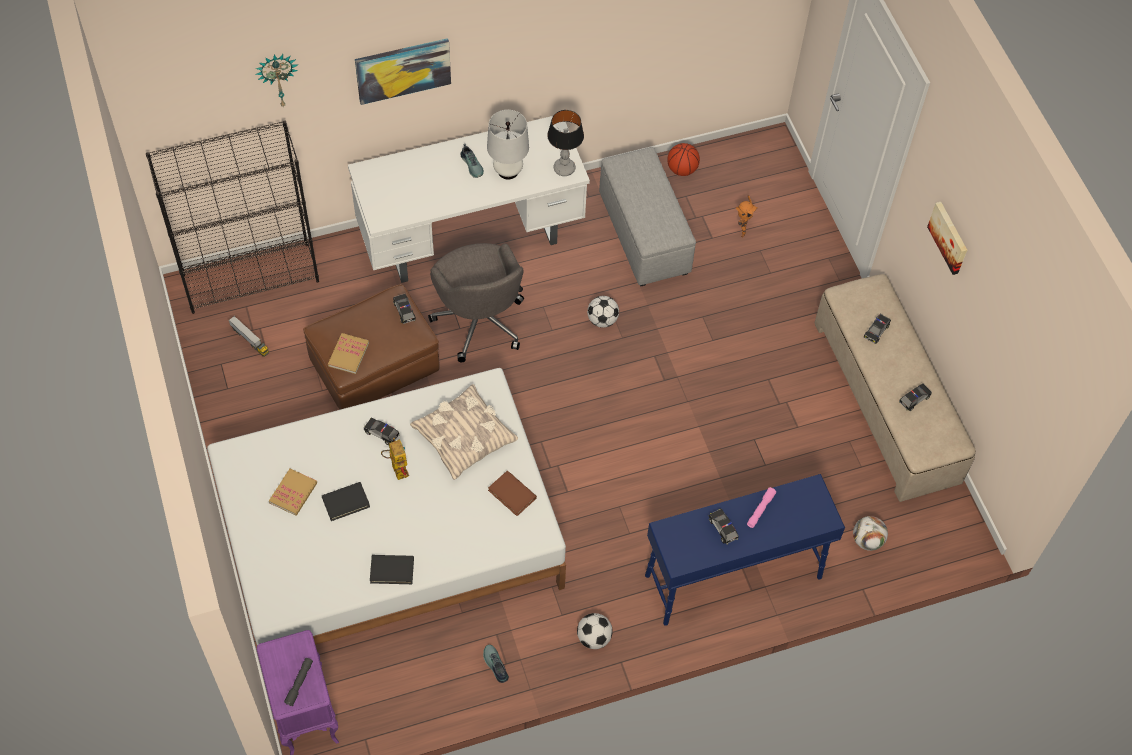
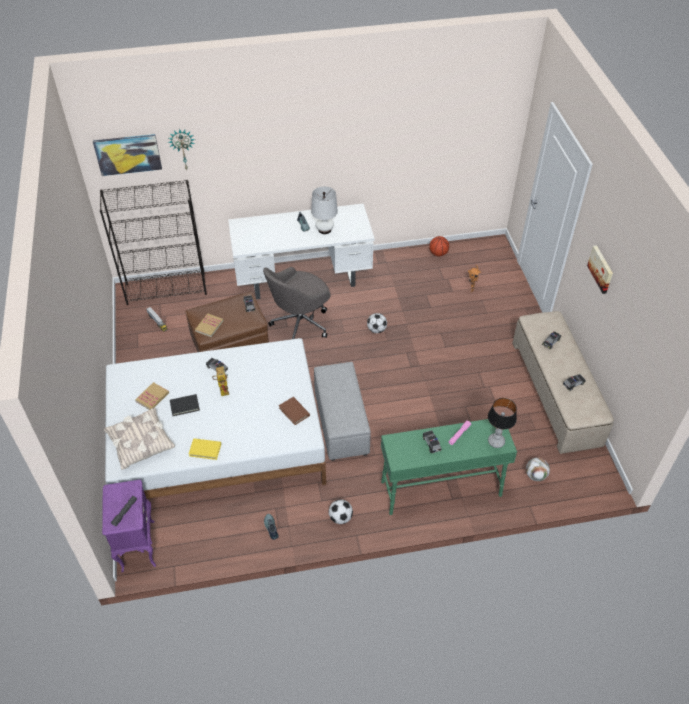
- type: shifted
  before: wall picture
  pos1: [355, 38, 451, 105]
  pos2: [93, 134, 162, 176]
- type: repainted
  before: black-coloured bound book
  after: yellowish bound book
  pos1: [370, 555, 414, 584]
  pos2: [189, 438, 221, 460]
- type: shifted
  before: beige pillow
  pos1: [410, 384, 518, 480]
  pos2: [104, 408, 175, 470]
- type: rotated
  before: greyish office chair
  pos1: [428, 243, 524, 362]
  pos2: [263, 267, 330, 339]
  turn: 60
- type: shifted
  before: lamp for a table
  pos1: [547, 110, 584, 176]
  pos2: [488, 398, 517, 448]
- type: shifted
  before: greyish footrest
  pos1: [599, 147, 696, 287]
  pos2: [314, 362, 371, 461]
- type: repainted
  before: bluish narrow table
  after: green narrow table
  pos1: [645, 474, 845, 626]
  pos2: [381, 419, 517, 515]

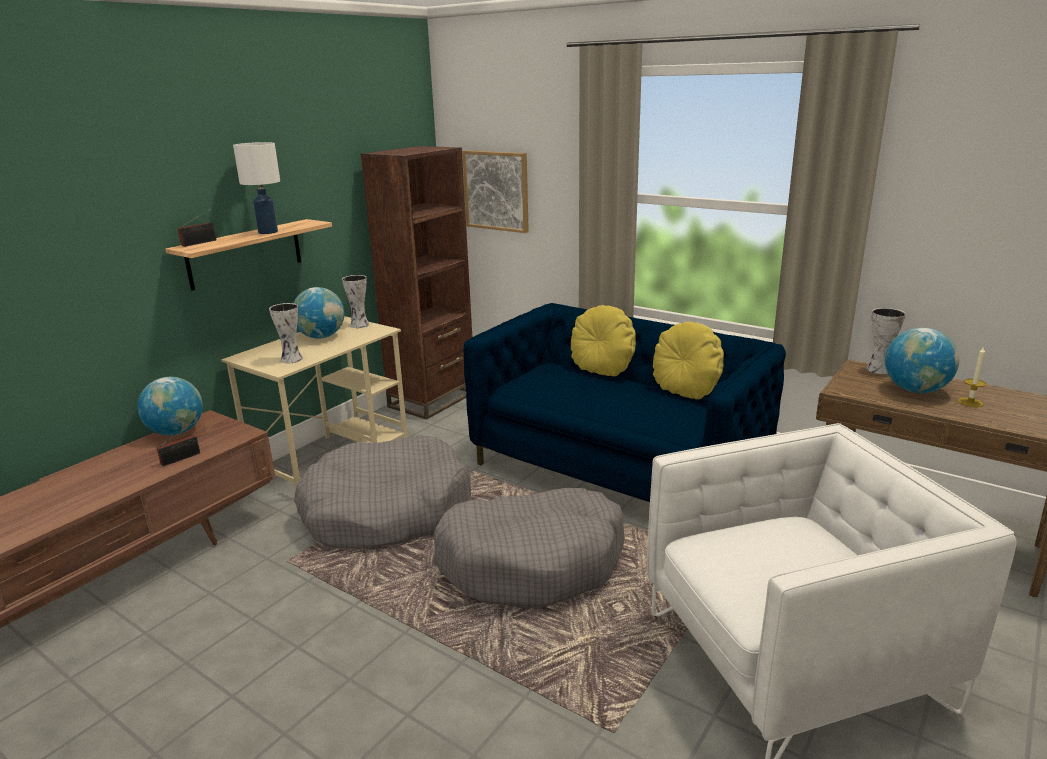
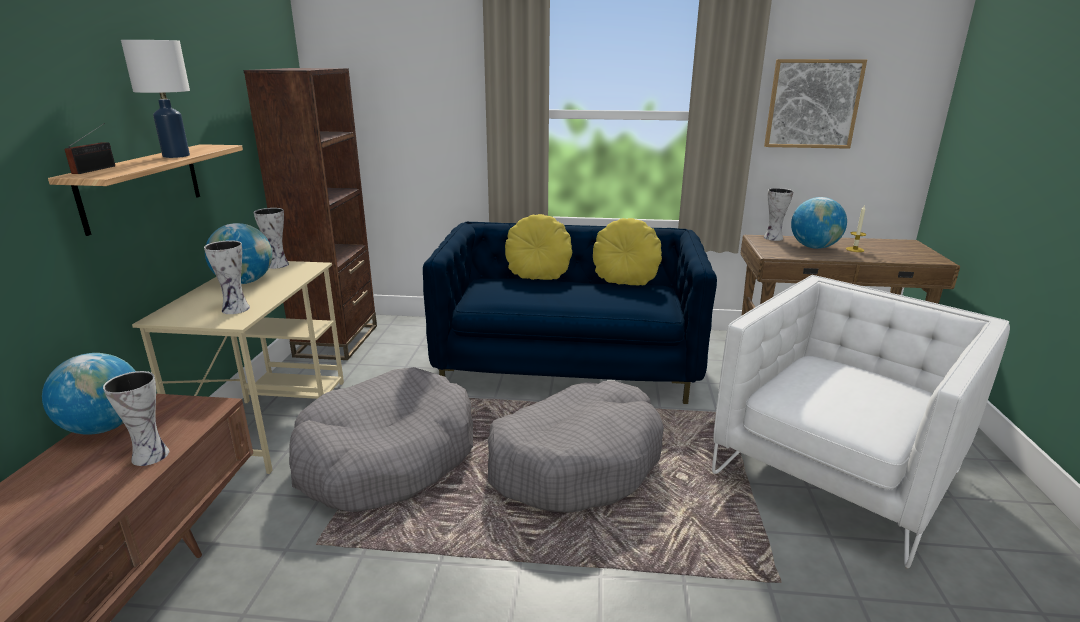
- type: swapped
  before: radio
  after: decorative vase
  pos1: [157, 421, 200, 466]
  pos2: [103, 371, 169, 466]
- type: shifted
  before: wall picture
  pos1: [462, 150, 529, 233]
  pos2: [764, 59, 867, 149]

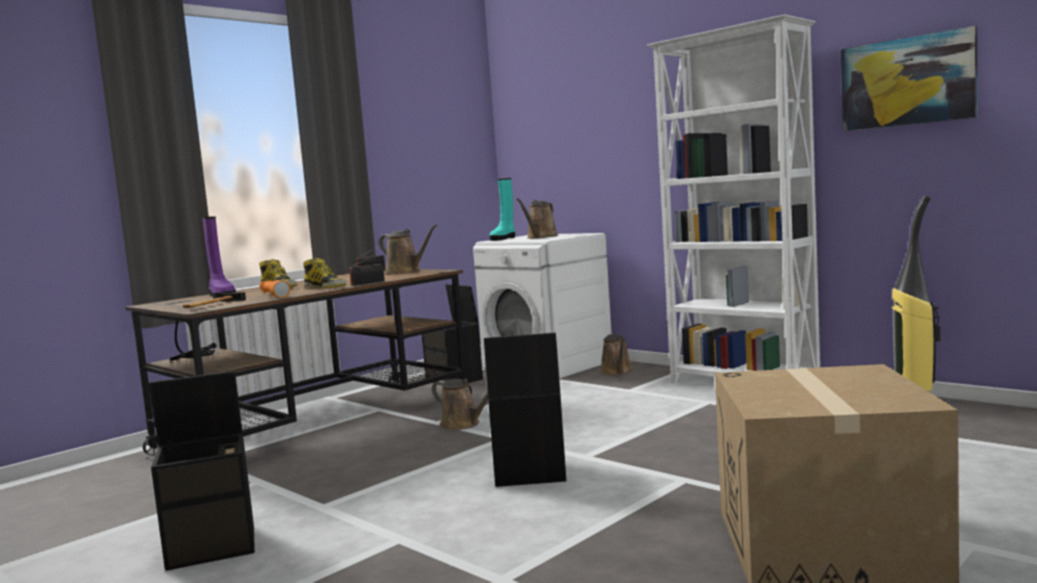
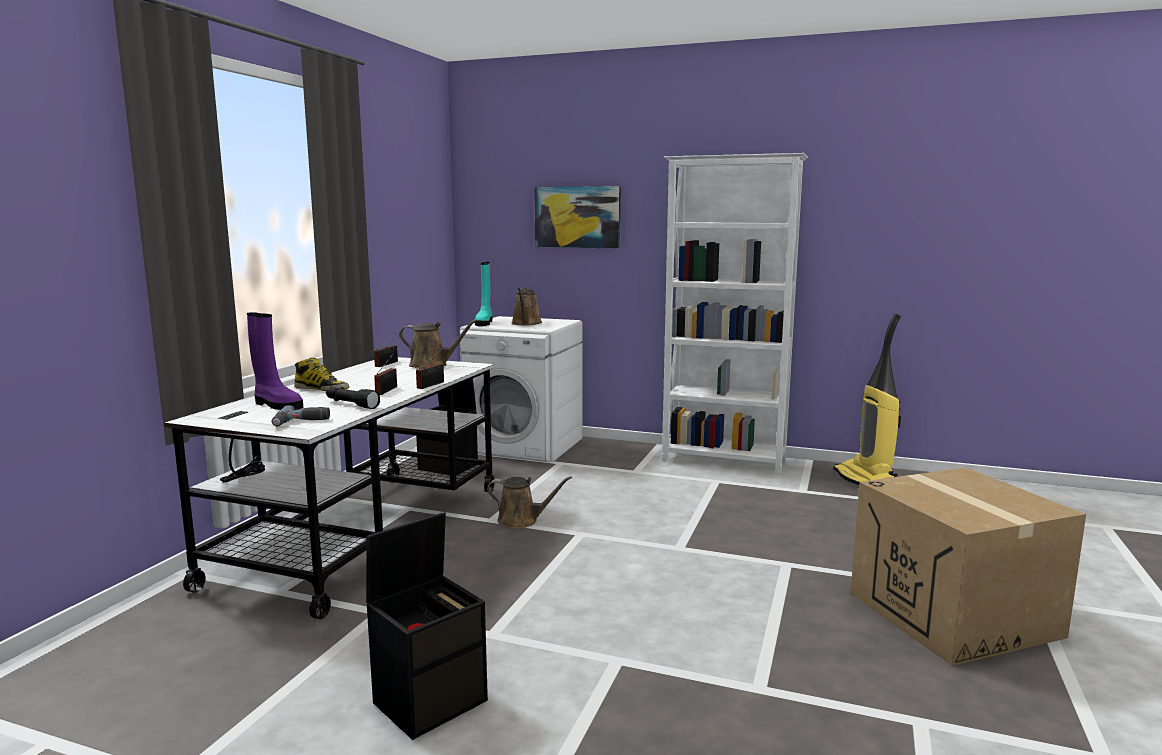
- type: repainted
  before: brownish desk
  after: whitish desk
  pos1: [125, 268, 472, 456]
  pos2: [164, 357, 494, 619]
- type: swapped
  before: tool hammer
  after: drill
  pos1: [182, 292, 246, 308]
  pos2: [272, 405, 330, 426]
- type: repainted
  before: orangey flashlight
  after: black-coloured flashlight
  pos1: [260, 280, 290, 298]
  pos2: [326, 387, 380, 409]
- type: swapped
  before: boot
  after: radio
  pos1: [303, 258, 347, 288]
  pos2: [374, 353, 397, 395]
- type: gone
  before: black-coloured storage bin
  pos1: [484, 333, 566, 487]
- type: gone
  before: brownish sprinkling can
  pos1: [600, 334, 633, 375]
- type: shifted
  before: wall picture
  pos1: [841, 26, 978, 131]
  pos2: [534, 186, 621, 248]

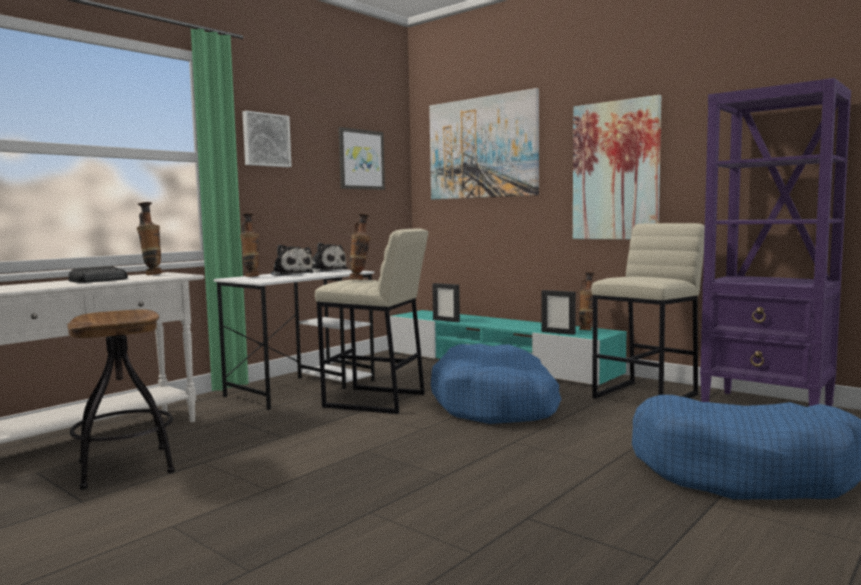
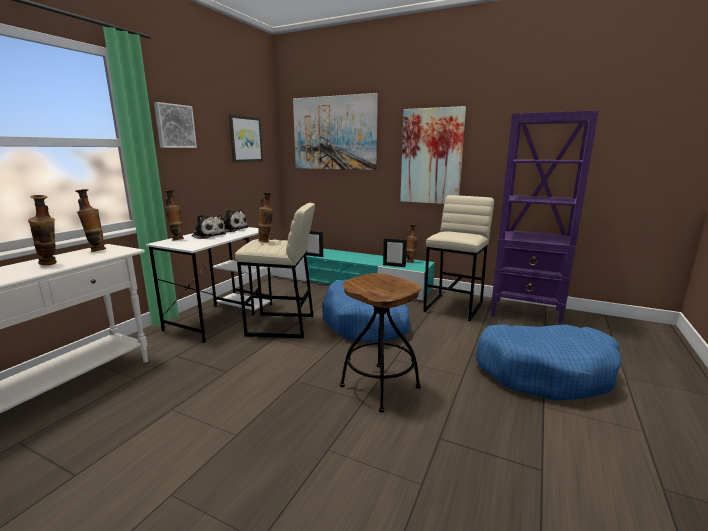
- type: shifted
  before: brownish stool
  pos1: [67, 309, 175, 489]
  pos2: [340, 273, 422, 413]
- type: swapped
  before: radio
  after: decorative vase
  pos1: [69, 266, 128, 283]
  pos2: [28, 195, 57, 265]

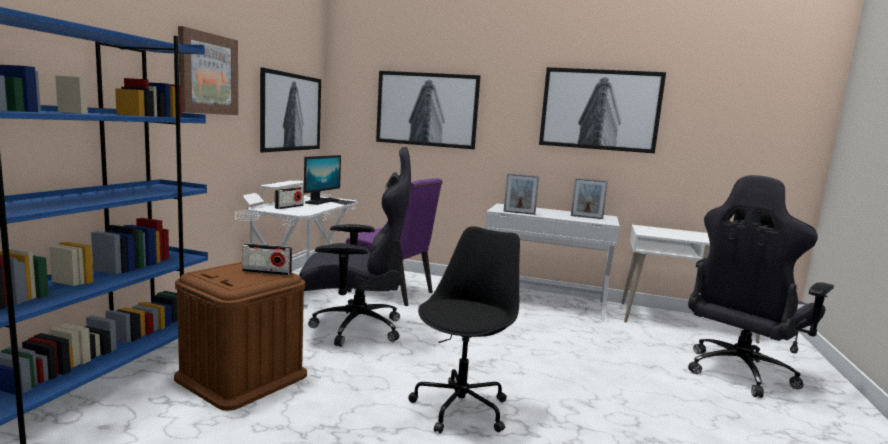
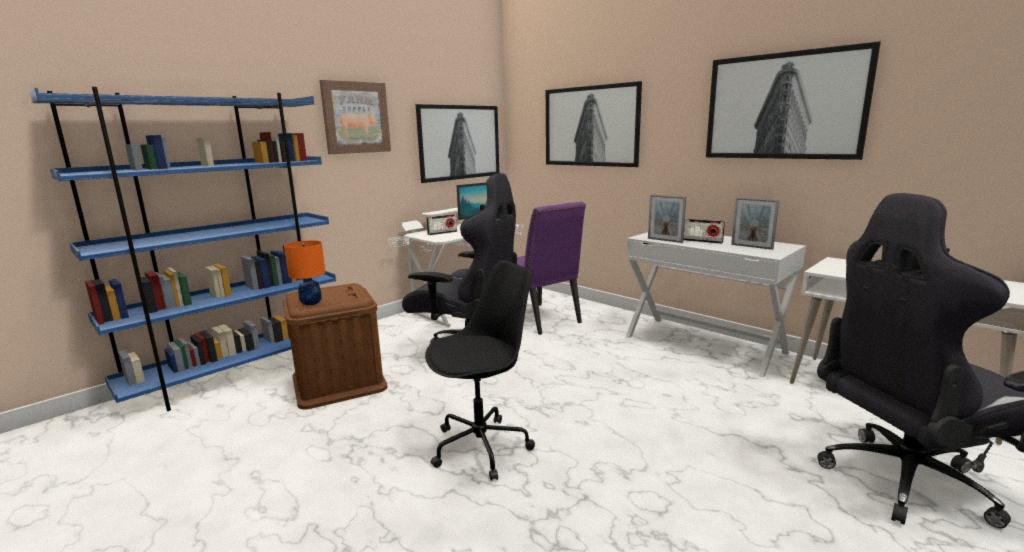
- type: shifted
  before: radio
  pos1: [242, 243, 292, 275]
  pos2: [683, 219, 725, 244]
- type: new
  after: orangey lamp for a table
  pos2: [284, 240, 325, 305]

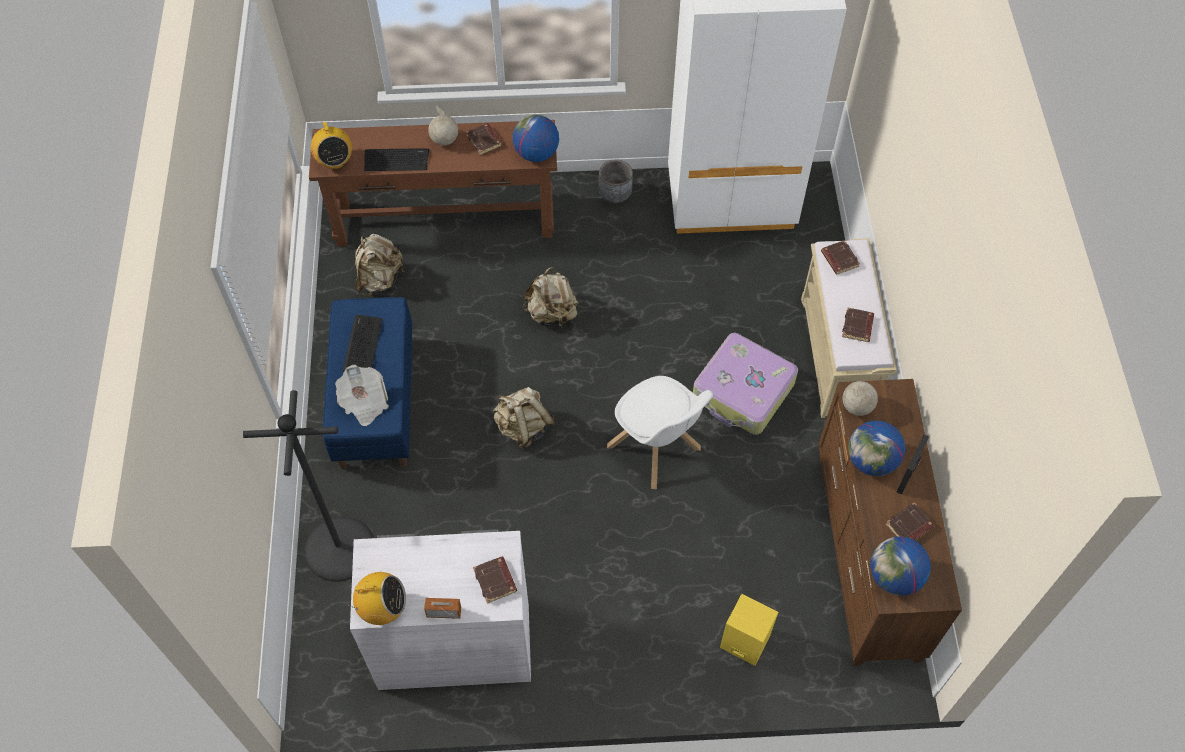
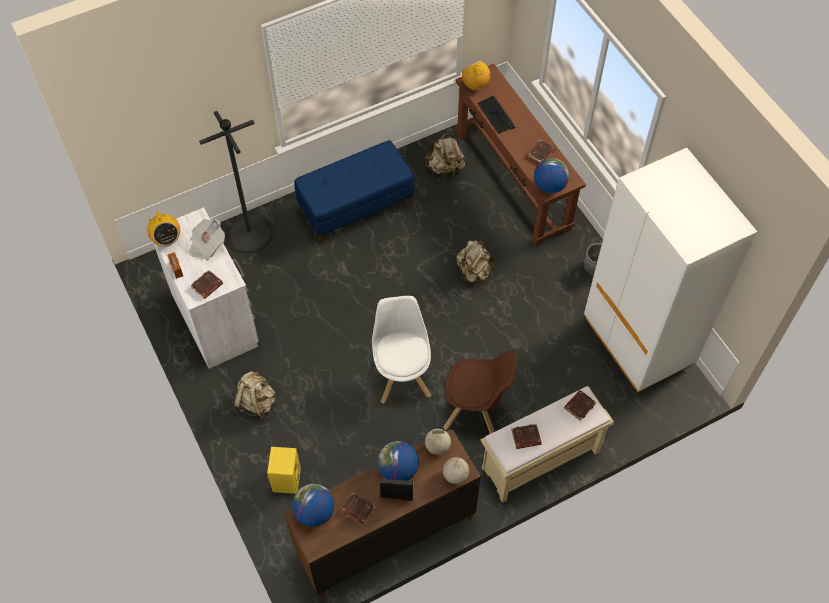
- type: rotated
  before: radio
  pos1: [311, 122, 352, 169]
  pos2: [462, 61, 492, 91]
  turn: 105
- type: shifted
  before: printed paper
  pos1: [335, 365, 389, 426]
  pos2: [188, 219, 225, 261]
- type: gone
  before: computer keyboard
  pos1: [343, 314, 382, 372]
- type: shifted
  before: world globe
  pos1: [428, 105, 458, 145]
  pos2: [443, 456, 469, 484]
- type: shifted
  before: beige rucksack
  pos1: [493, 387, 555, 448]
  pos2: [234, 371, 276, 420]
- type: rotated
  before: whitish upright chair
  pos1: [607, 376, 713, 489]
  pos2: [372, 296, 431, 404]
  turn: 150
- type: swapped
  before: travel case
  after: brownish upright chair
  pos1: [693, 333, 798, 435]
  pos2: [443, 351, 517, 434]

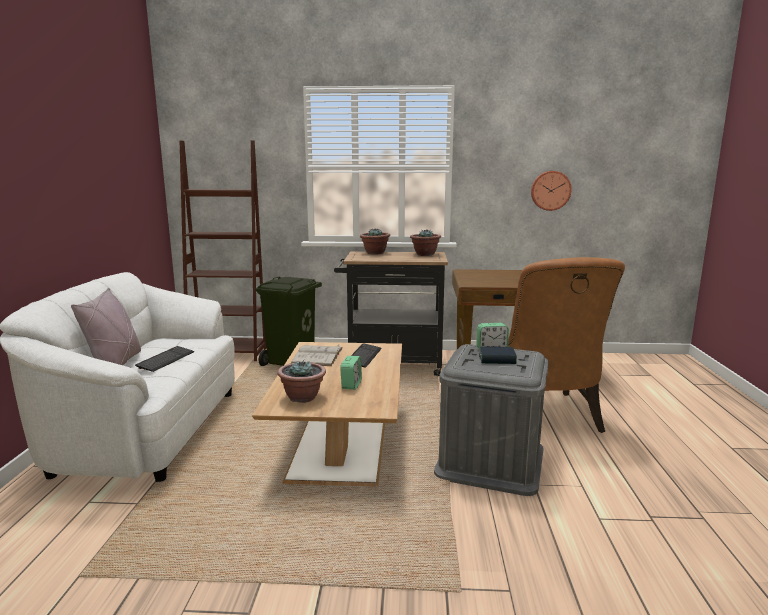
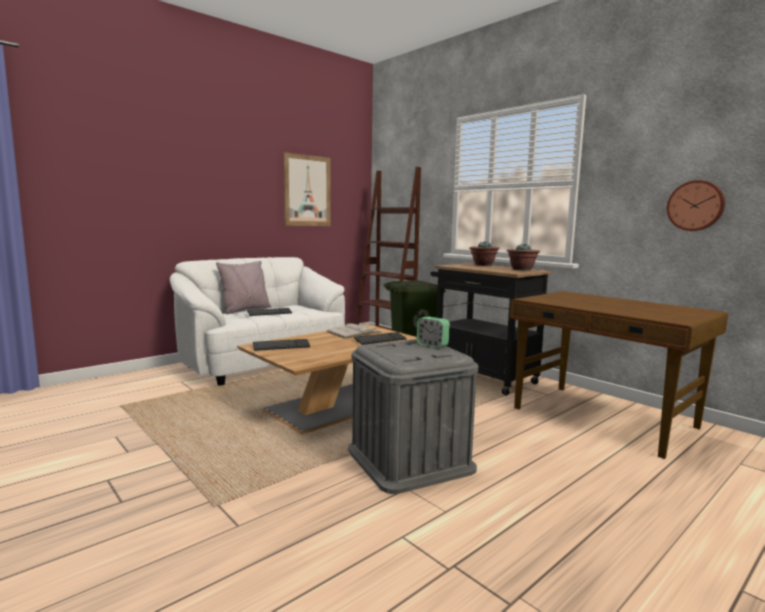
- type: swapped
  before: potted plant
  after: computer keyboard
  pos1: [277, 359, 326, 403]
  pos2: [253, 339, 310, 351]
- type: gone
  before: bedside clock
  pos1: [340, 356, 362, 390]
- type: gone
  before: bound book
  pos1: [479, 346, 517, 364]
- type: gone
  before: brownish upright chair
  pos1: [508, 257, 625, 433]
- type: new
  after: wall picture
  pos2: [283, 152, 330, 226]

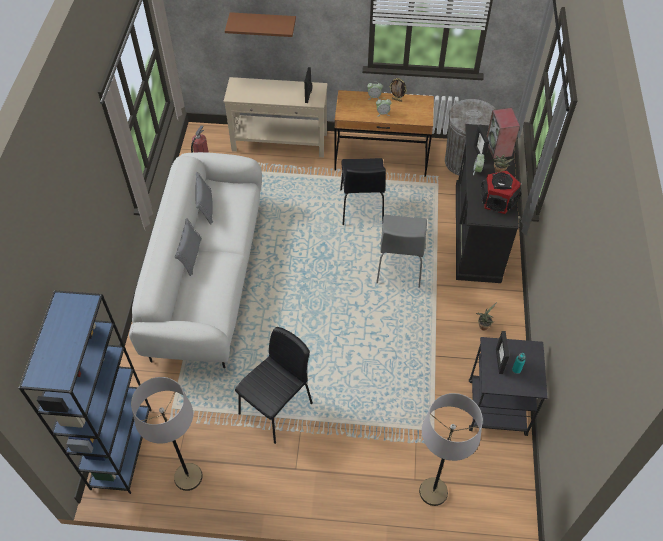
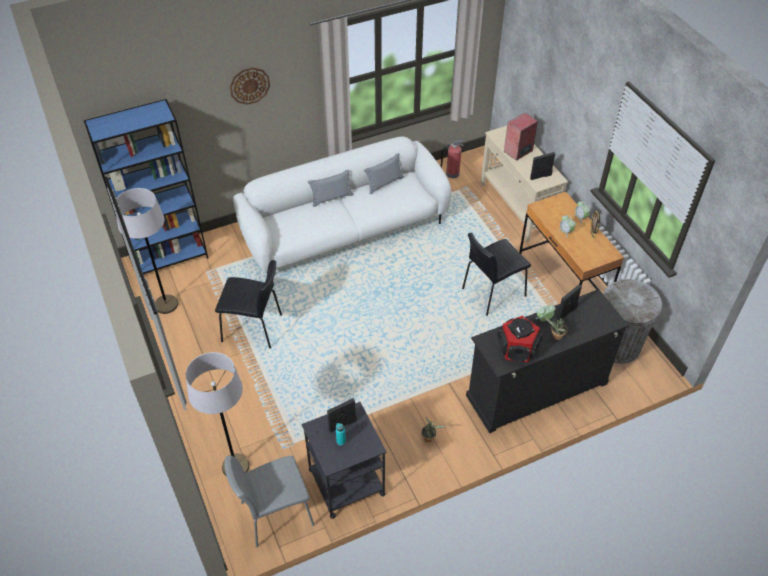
- type: gone
  before: brownish wall shelf
  pos1: [225, 12, 296, 37]
- type: shifted
  before: greyish upright chair
  pos1: [376, 215, 427, 288]
  pos2: [224, 455, 314, 547]
- type: shifted
  before: loudspeaker
  pos1: [487, 108, 520, 159]
  pos2: [504, 112, 538, 161]
- type: new
  after: hanging clock
  pos2: [230, 67, 270, 105]

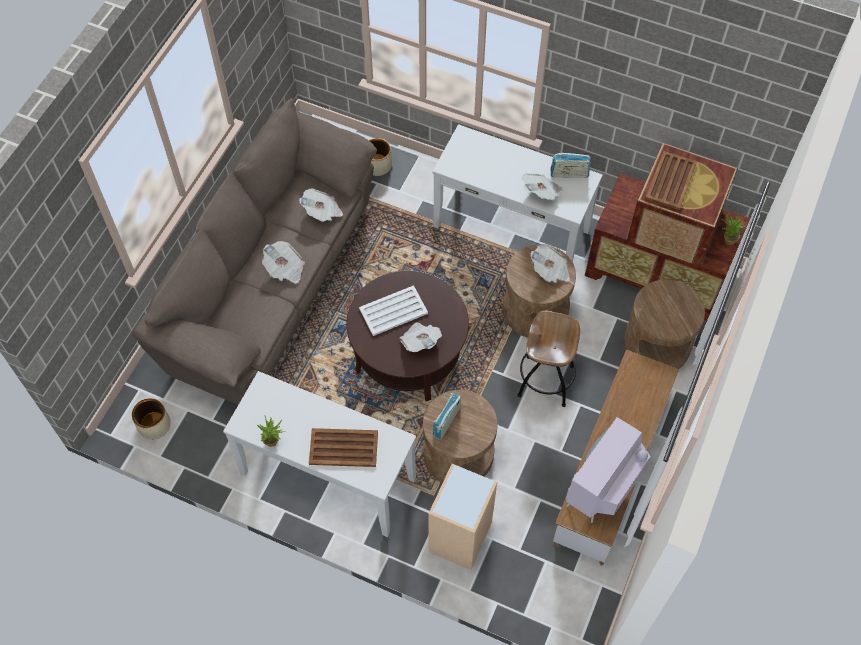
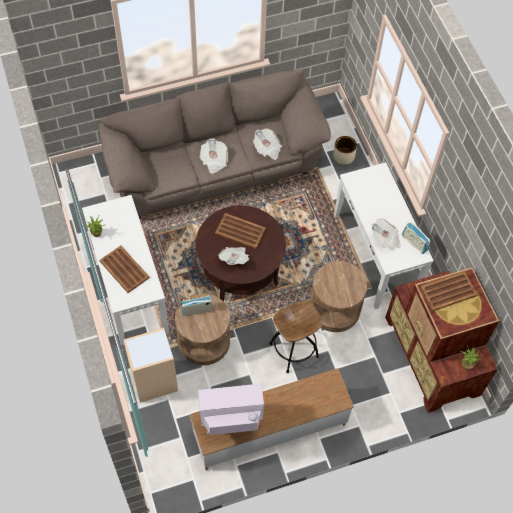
- type: gone
  before: beige plant pot
  pos1: [132, 398, 171, 440]
- type: repainted
  before: whitish carrying tray
  after: brownish carrying tray
  pos1: [359, 285, 428, 336]
  pos2: [215, 213, 266, 249]
- type: gone
  before: printed paper
  pos1: [531, 244, 570, 283]
- type: gone
  before: brownish end table
  pos1: [623, 280, 705, 369]

